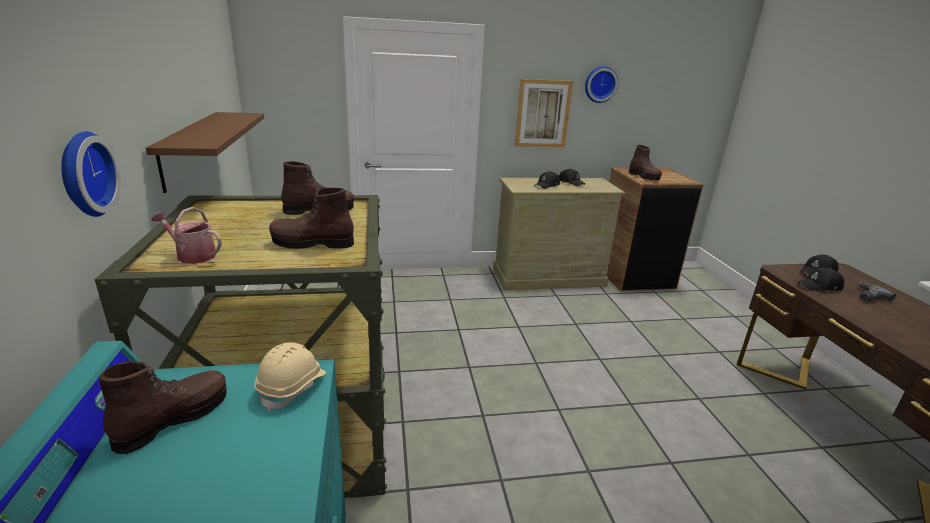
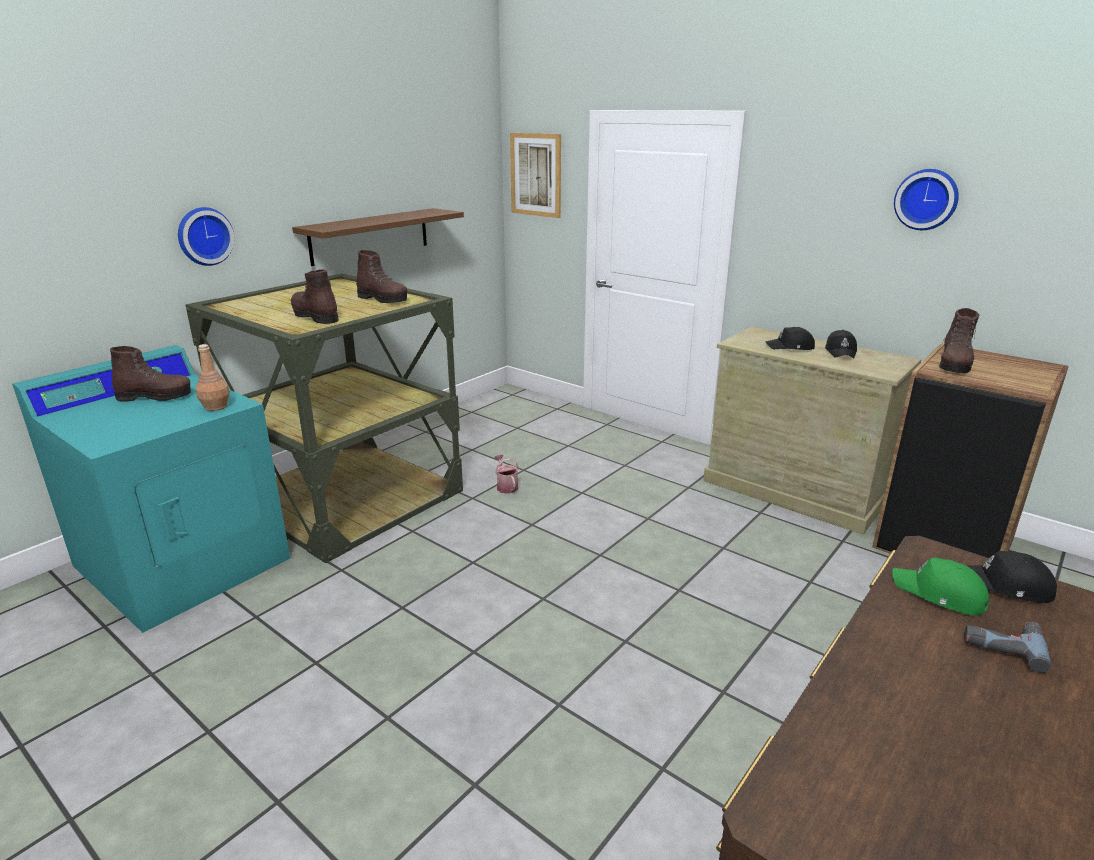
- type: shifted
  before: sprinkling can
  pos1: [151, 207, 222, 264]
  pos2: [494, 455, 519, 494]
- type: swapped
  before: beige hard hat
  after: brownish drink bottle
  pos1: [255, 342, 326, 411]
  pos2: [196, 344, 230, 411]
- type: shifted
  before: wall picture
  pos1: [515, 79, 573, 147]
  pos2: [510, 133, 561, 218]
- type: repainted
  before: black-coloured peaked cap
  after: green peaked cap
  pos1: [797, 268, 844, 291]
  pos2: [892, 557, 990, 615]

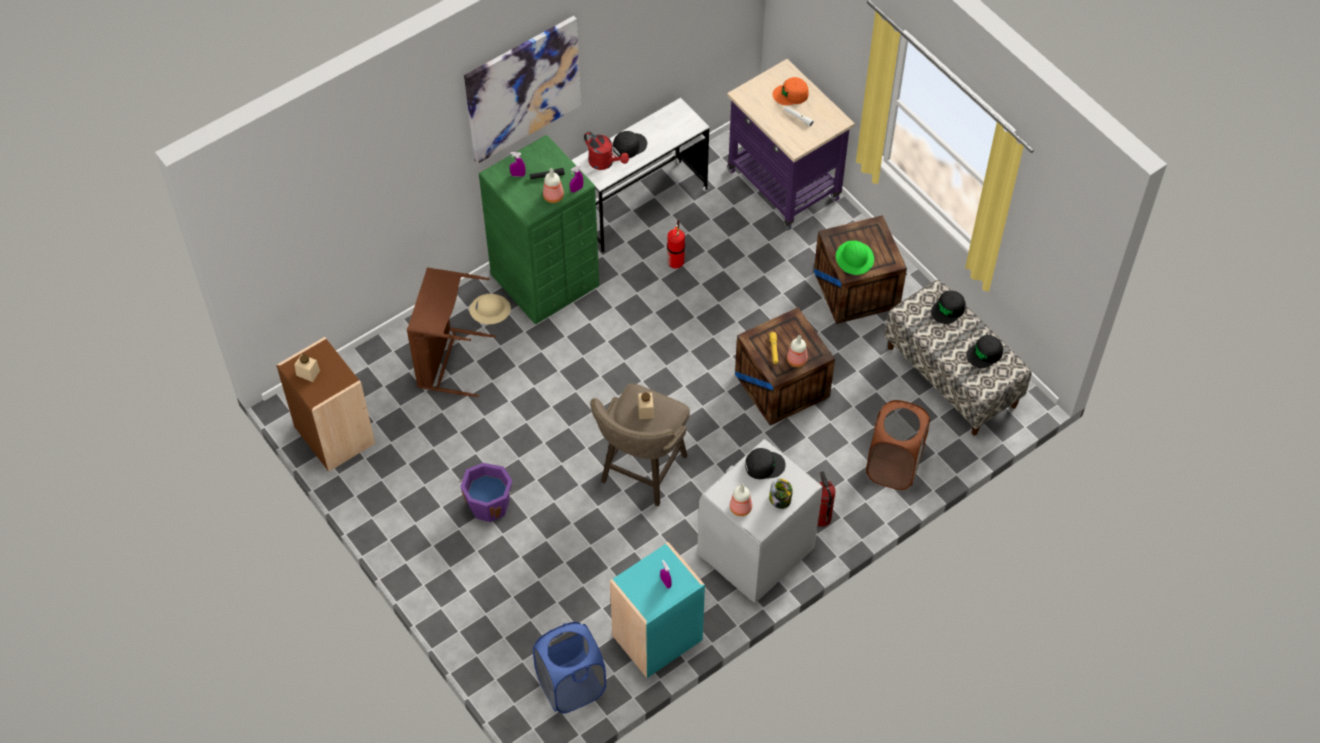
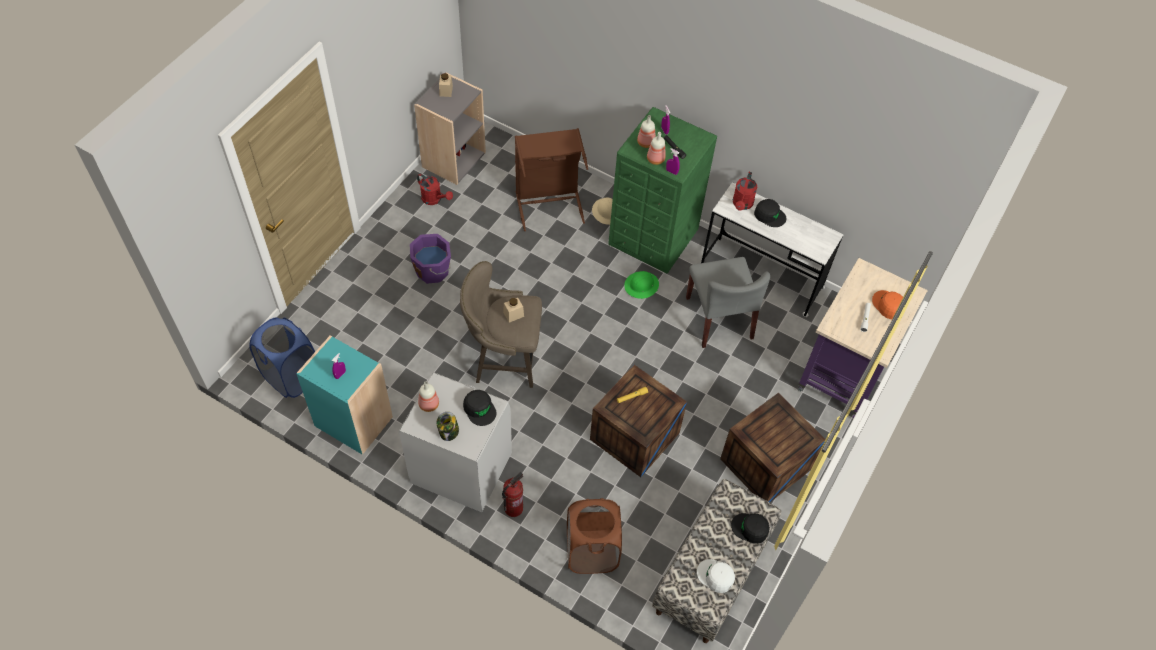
- type: repainted
  before: brownish bookcase
  after: greyish bookcase
  pos1: [276, 337, 375, 472]
  pos2: [414, 72, 486, 185]
- type: gone
  before: wall picture
  pos1: [464, 16, 581, 164]
- type: swapped
  before: extinguisher
  after: greyish upright chair
  pos1: [667, 220, 685, 269]
  pos2: [686, 257, 770, 348]
- type: shifted
  before: drink bottle
  pos1: [787, 335, 808, 367]
  pos2: [637, 115, 656, 148]
- type: shifted
  before: green hard hat
  pos1: [836, 241, 874, 275]
  pos2: [624, 271, 659, 299]
- type: repainted
  before: black-coloured peaked cap
  after: whitish peaked cap
  pos1: [966, 335, 1003, 368]
  pos2: [697, 559, 735, 593]
- type: new
  after: reddish sprinkling can
  pos2: [417, 174, 453, 205]

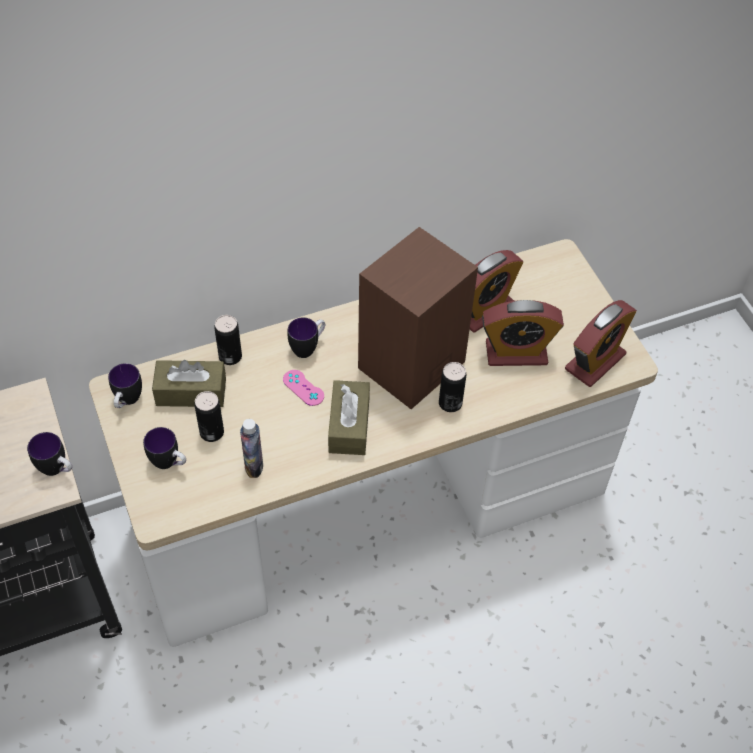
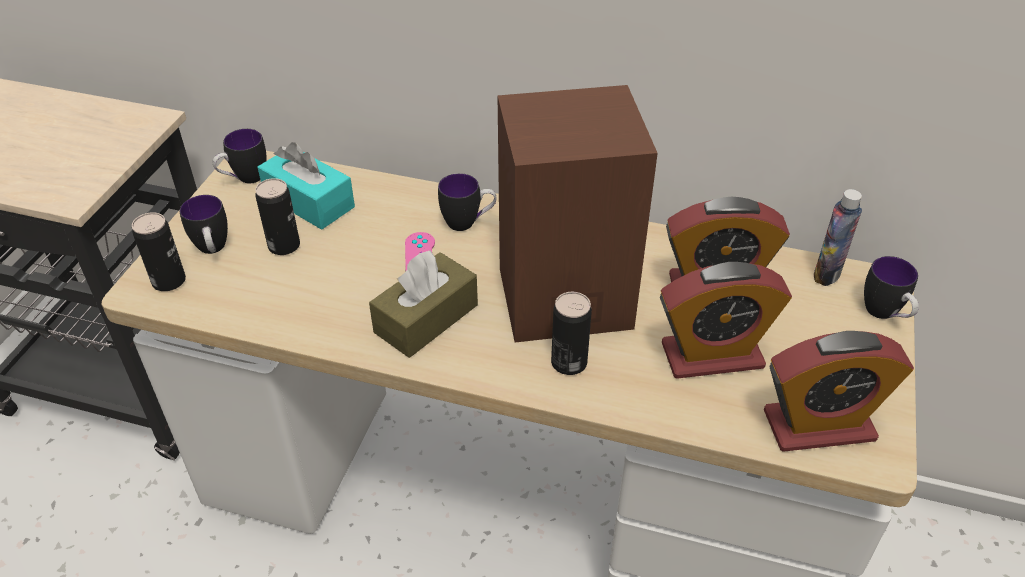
- type: shifted
  before: coffee mug
  pos1: [27, 432, 72, 476]
  pos2: [864, 256, 919, 319]
- type: repainted
  before: brownish box of tissues
  after: turquoise-coloured box of tissues
  pos1: [152, 360, 226, 407]
  pos2: [258, 142, 355, 229]
- type: shifted
  before: sealed can
  pos1: [214, 315, 242, 365]
  pos2: [132, 212, 186, 291]
- type: shifted
  before: drink bottle
  pos1: [240, 419, 263, 478]
  pos2: [814, 189, 862, 286]
- type: rotated
  before: bedside clock
  pos1: [482, 300, 564, 366]
  pos2: [660, 262, 792, 379]
  turn: -45

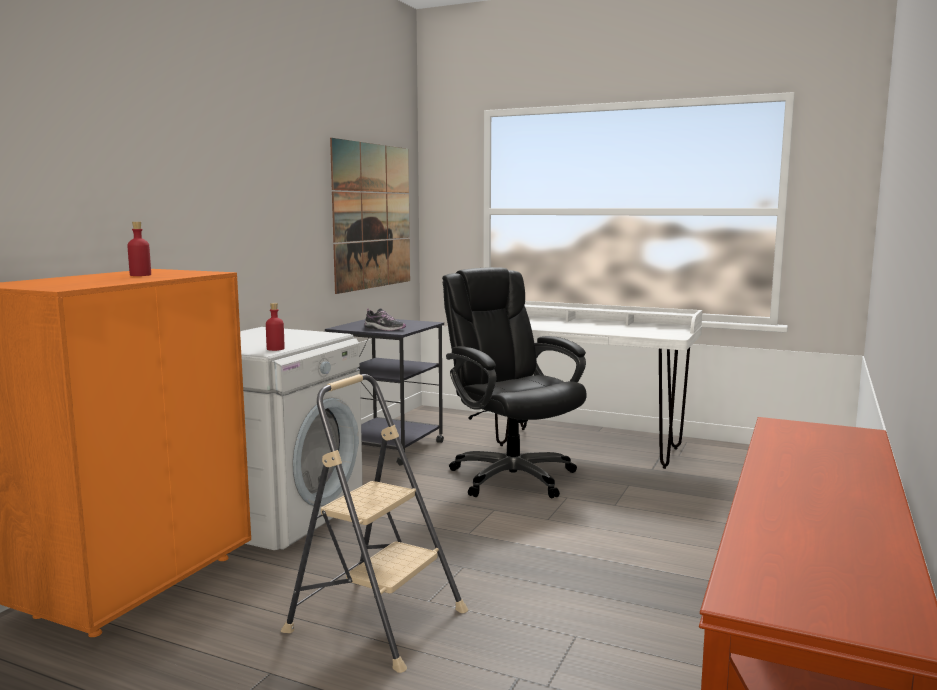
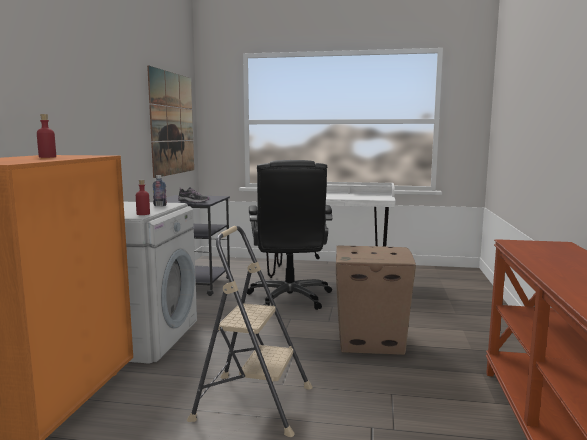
- type: rotated
  before: black-coloured office chair
  pos1: [442, 267, 587, 498]
  pos2: [247, 160, 332, 310]
  turn: -135
- type: new
  after: drink bottle
  pos2: [152, 175, 167, 206]
- type: new
  after: cardboard box
  pos2: [336, 246, 416, 355]

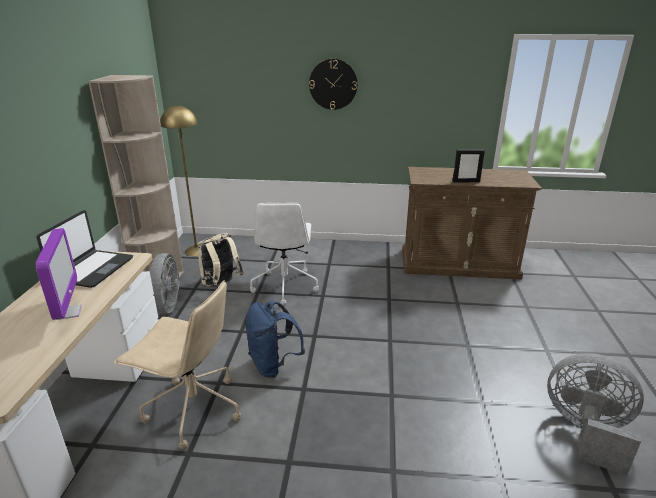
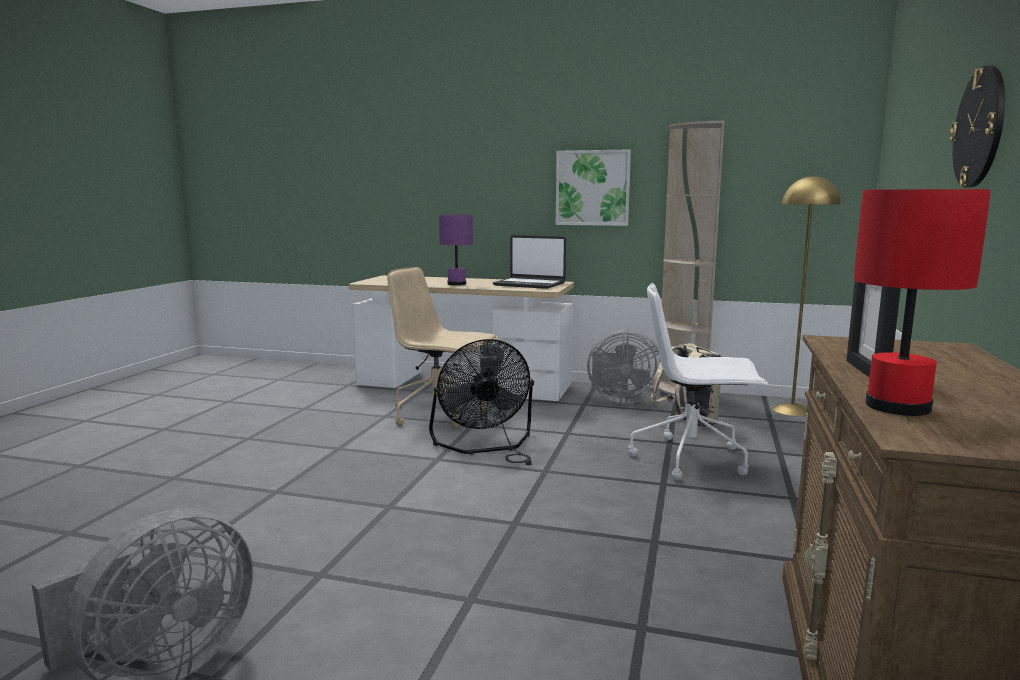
- type: swapped
  before: monitor
  after: purple lamp for a table
  pos1: [36, 228, 82, 320]
  pos2: [439, 215, 473, 286]
- type: rotated
  before: beige office chair
  pos1: [114, 280, 241, 449]
  pos2: [387, 267, 498, 429]
  turn: 90
- type: swapped
  before: bluish rucksack
  after: black-coloured electric fan
  pos1: [245, 301, 305, 378]
  pos2: [429, 339, 534, 465]
- type: new
  after: wall picture
  pos2: [556, 149, 631, 226]
- type: new
  after: reddish lamp for a table
  pos2: [854, 189, 991, 416]

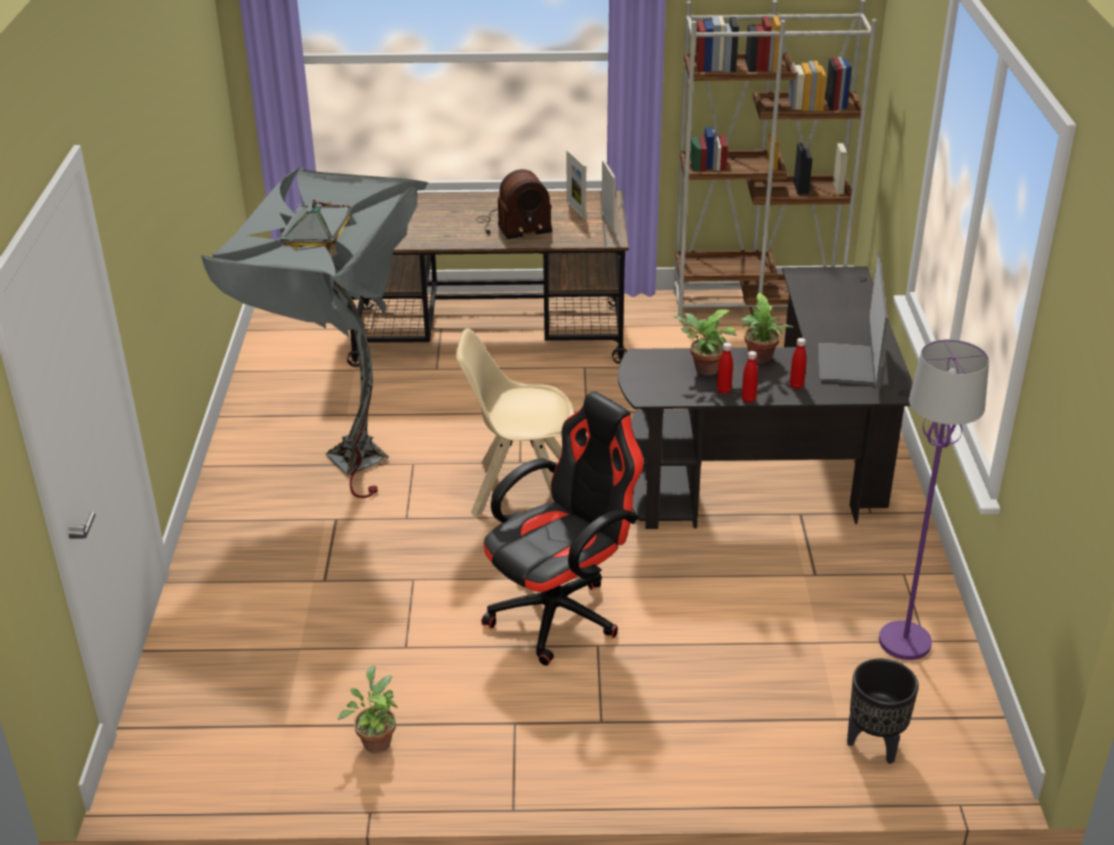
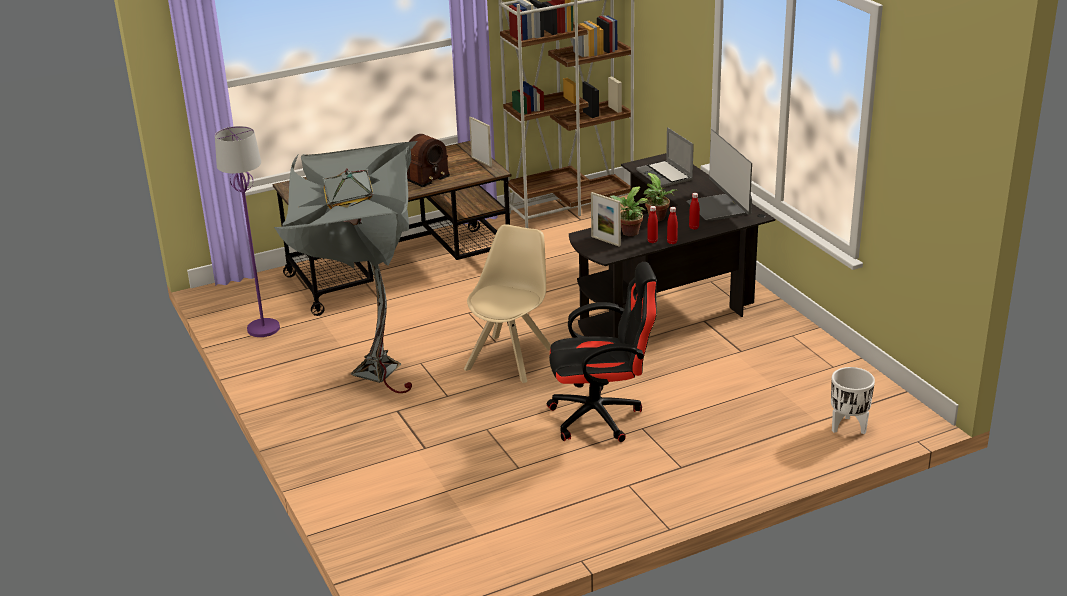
- type: gone
  before: potted plant
  pos1: [338, 666, 398, 754]
- type: rotated
  before: beige upright chair
  pos1: [456, 329, 574, 516]
  pos2: [464, 224, 551, 383]
  turn: 135
- type: rotated
  before: black-coloured office chair
  pos1: [481, 391, 644, 666]
  pos2: [547, 262, 657, 442]
  turn: 60
- type: shifted
  before: photo frame
  pos1: [567, 150, 586, 220]
  pos2: [591, 192, 621, 247]
- type: repainted
  before: black-coloured plant pot
  after: whitish plant pot
  pos1: [847, 659, 919, 764]
  pos2: [831, 367, 875, 434]
- type: shifted
  before: purple standing lamp
  pos1: [879, 339, 989, 660]
  pos2: [215, 126, 280, 337]
- type: new
  after: portable computer
  pos2: [636, 127, 694, 188]

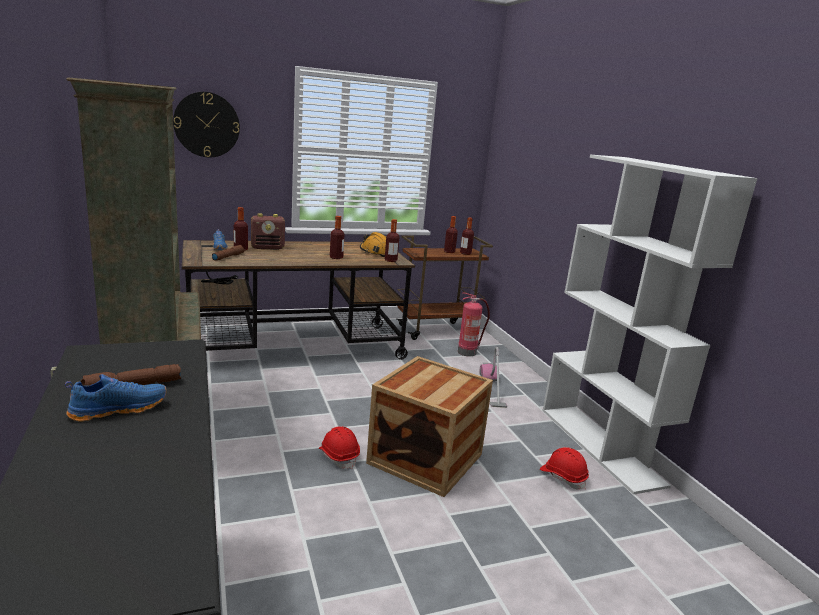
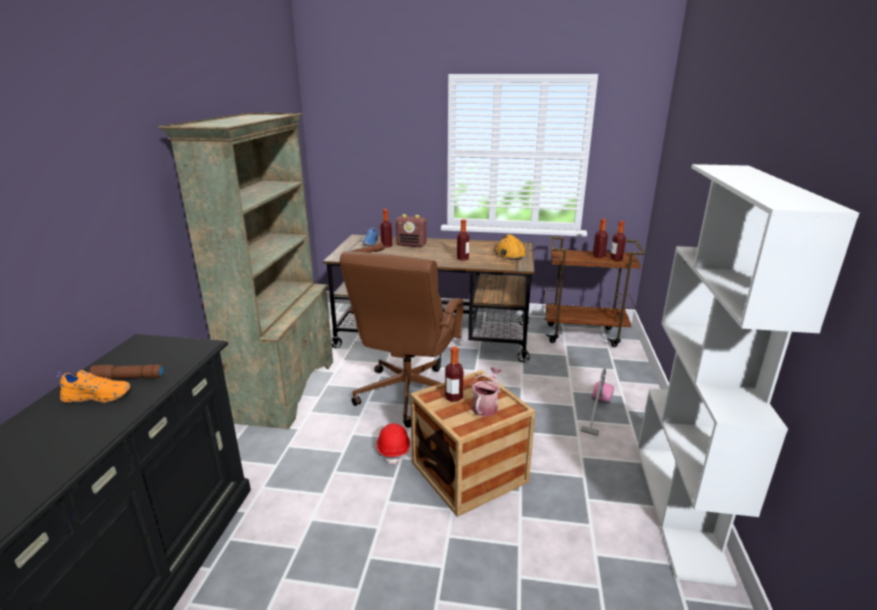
- type: repainted
  before: bluish low shoe
  after: orangey low shoe
  pos1: [65, 374, 167, 421]
  pos2: [55, 370, 131, 403]
- type: gone
  before: hanging clock
  pos1: [173, 92, 240, 157]
- type: shifted
  before: drink bottle
  pos1: [385, 219, 399, 262]
  pos2: [445, 347, 463, 402]
- type: gone
  before: extinguisher
  pos1: [458, 292, 490, 356]
- type: gone
  before: reddish hard hat
  pos1: [540, 447, 589, 490]
- type: new
  after: brownish office chair
  pos2: [340, 251, 464, 428]
- type: new
  after: sprinkling can
  pos2: [471, 367, 502, 417]

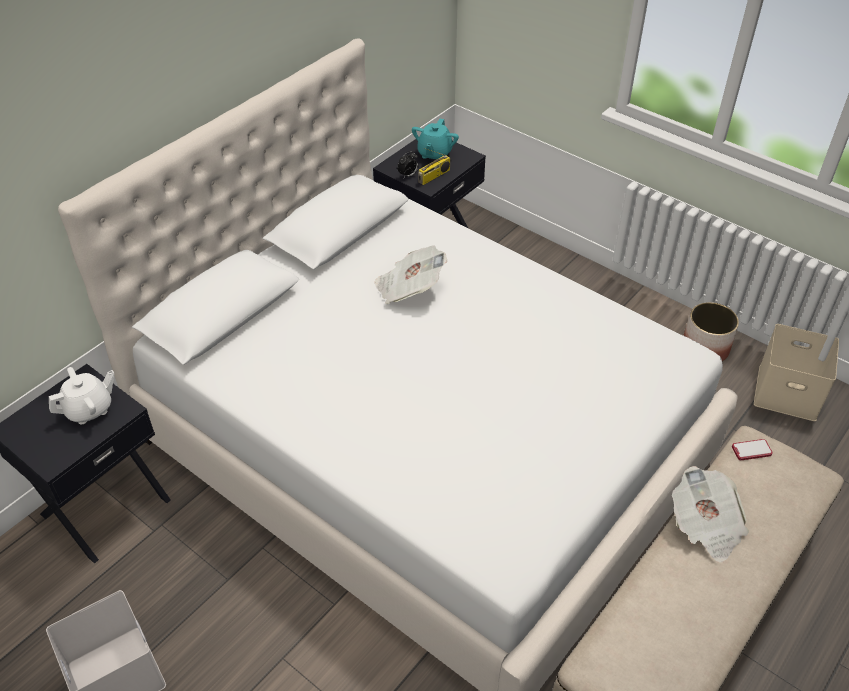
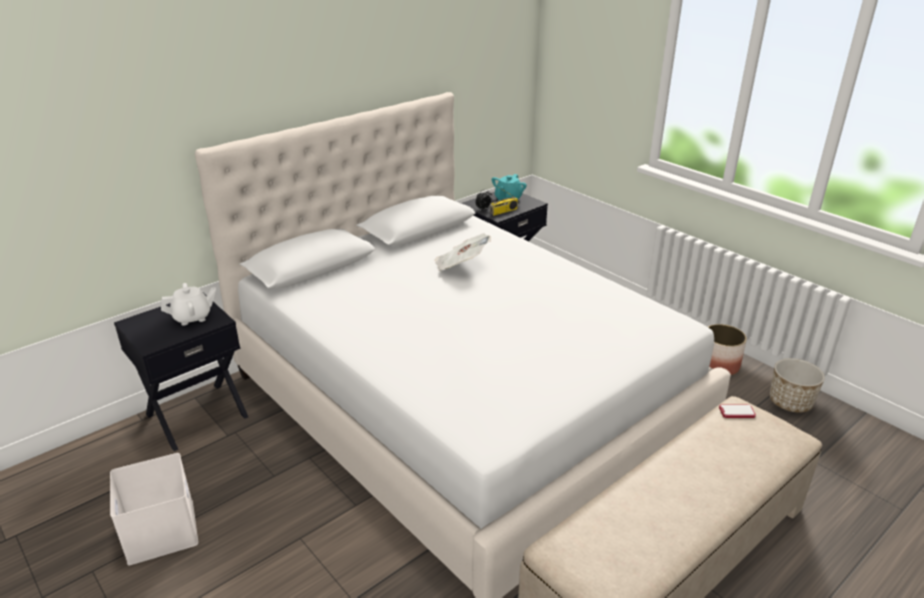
- type: gone
  before: printed paper
  pos1: [672, 466, 749, 563]
- type: swapped
  before: beige storage bin
  after: plant pot
  pos1: [754, 324, 839, 421]
  pos2: [770, 358, 825, 413]

